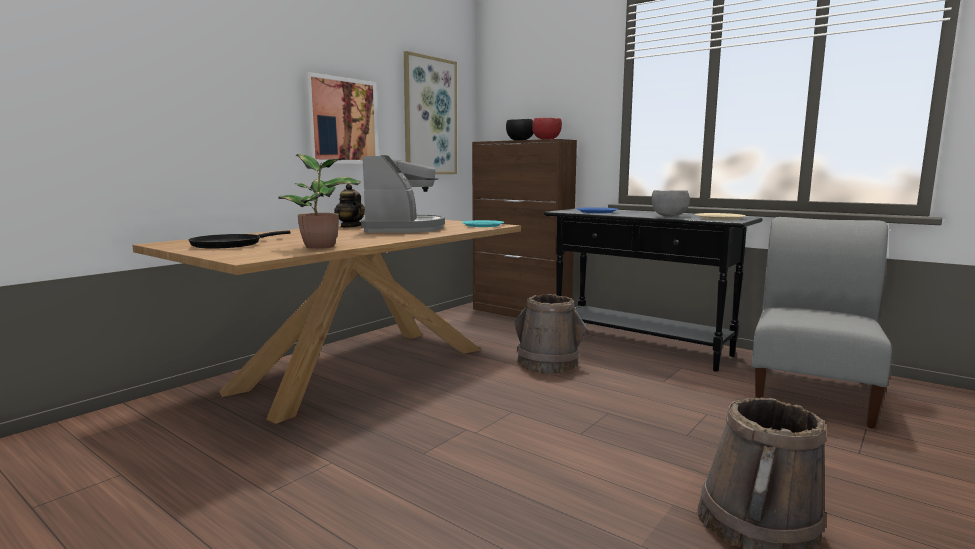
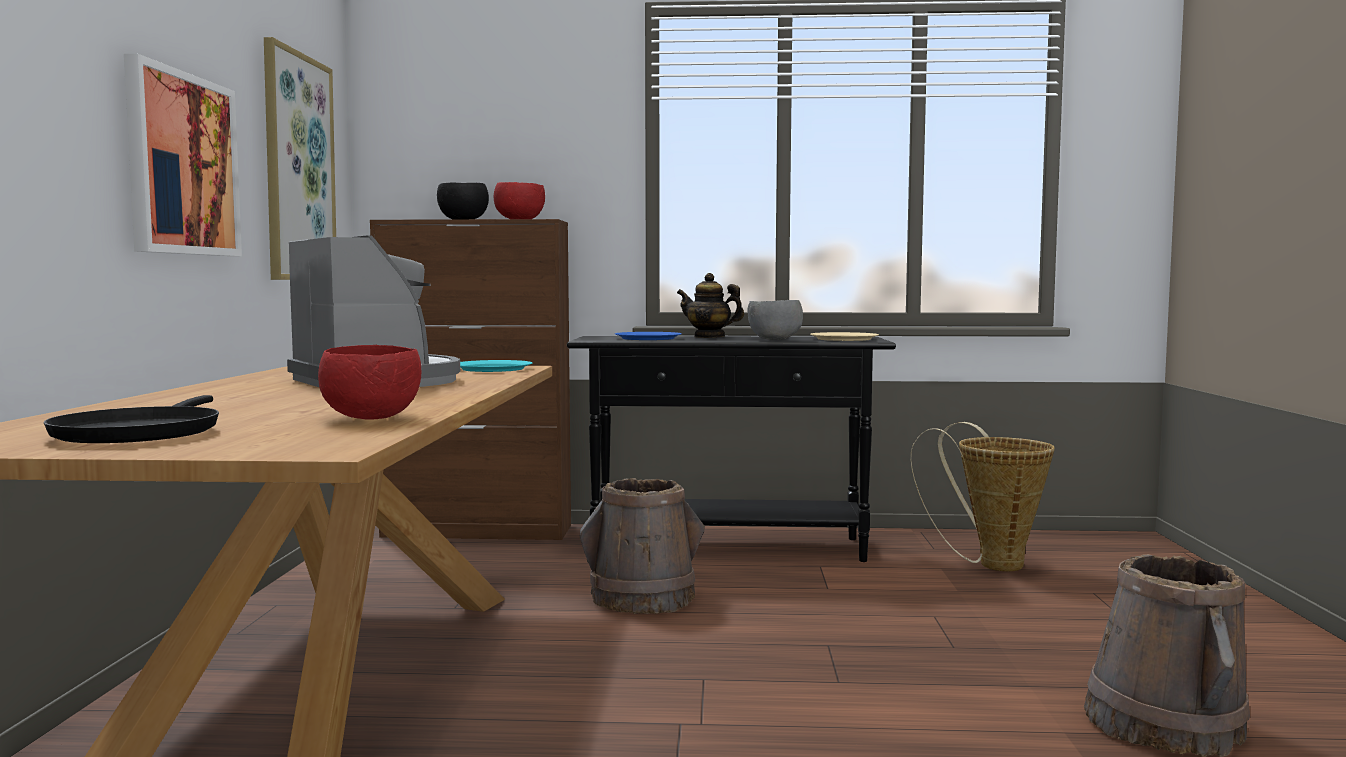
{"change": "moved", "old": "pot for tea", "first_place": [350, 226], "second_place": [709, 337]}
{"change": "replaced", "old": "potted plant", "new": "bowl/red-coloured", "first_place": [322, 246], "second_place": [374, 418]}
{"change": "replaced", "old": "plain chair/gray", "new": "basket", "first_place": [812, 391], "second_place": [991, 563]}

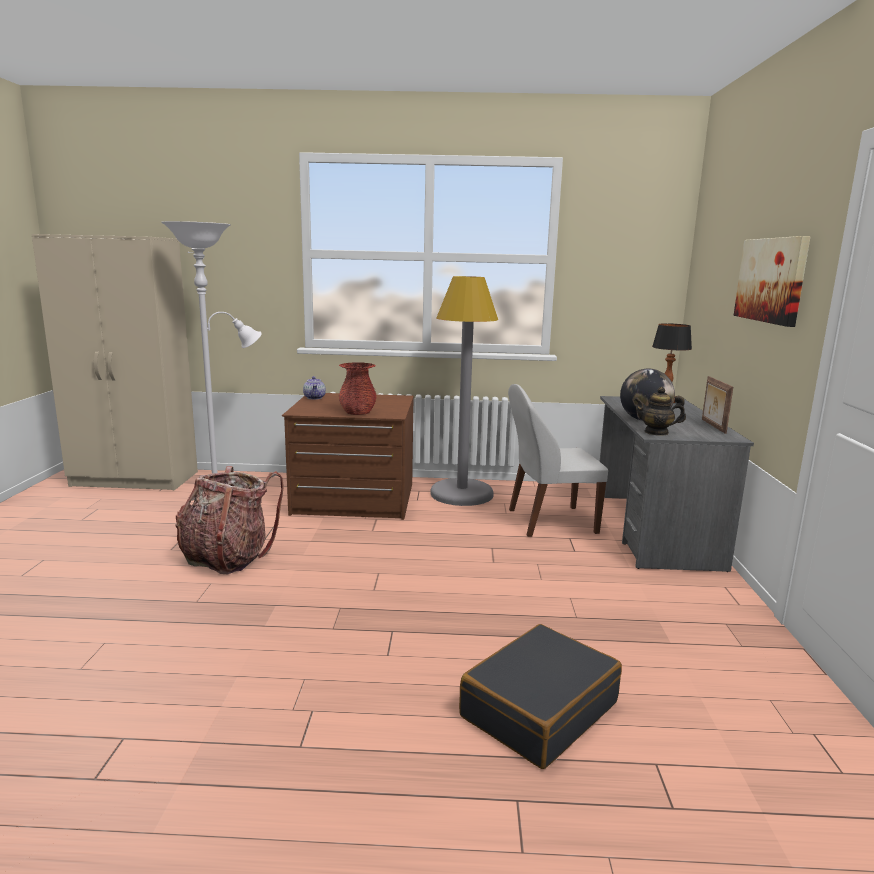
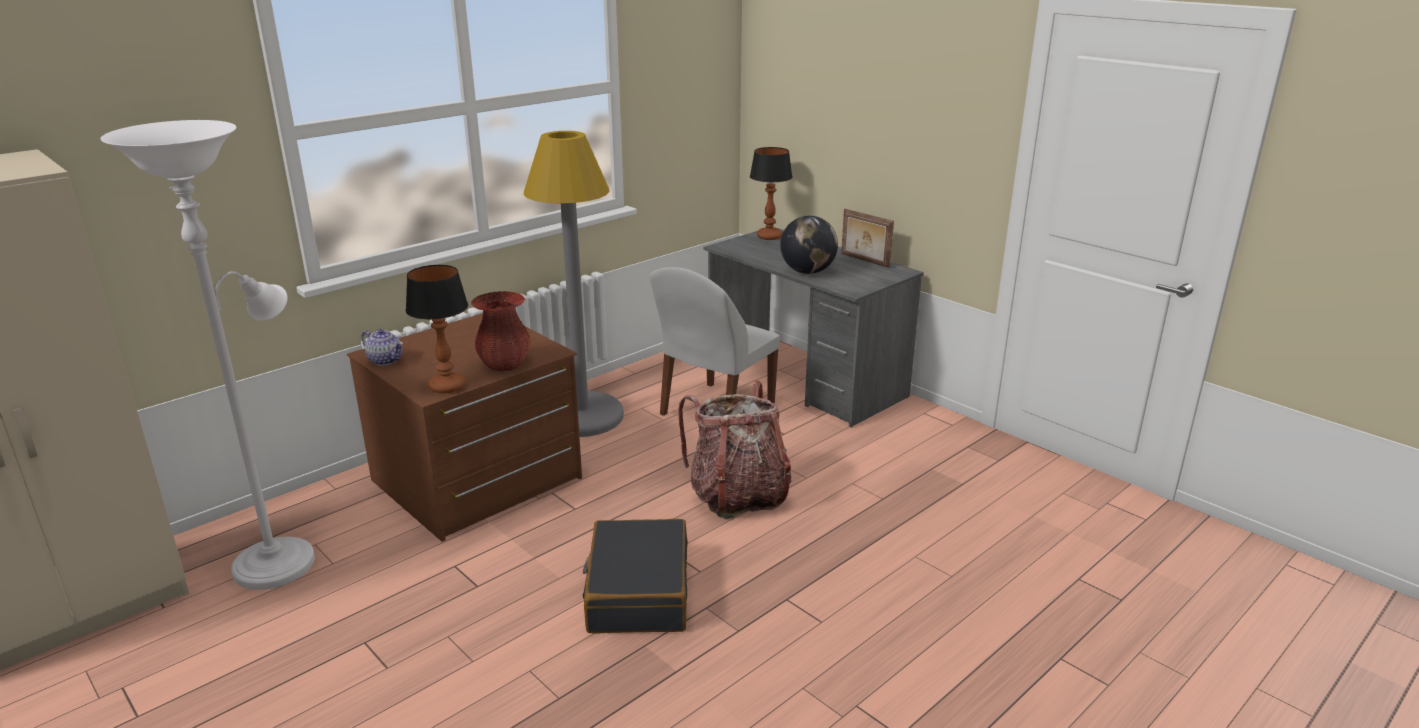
{"change": "removed", "old": "pot for tea", "first_place": [656, 432]}
{"change": "removed", "old": "wall picture", "first_place": [771, 280]}
{"change": "added", "new": "tabletop lamp", "second_place": [448, 387]}
{"change": "moved", "old": "rucksack", "first_place": [228, 558], "second_place": [738, 495]}
{"change": "moved", "old": "travel case/black", "first_place": [538, 709], "second_place": [637, 592]}

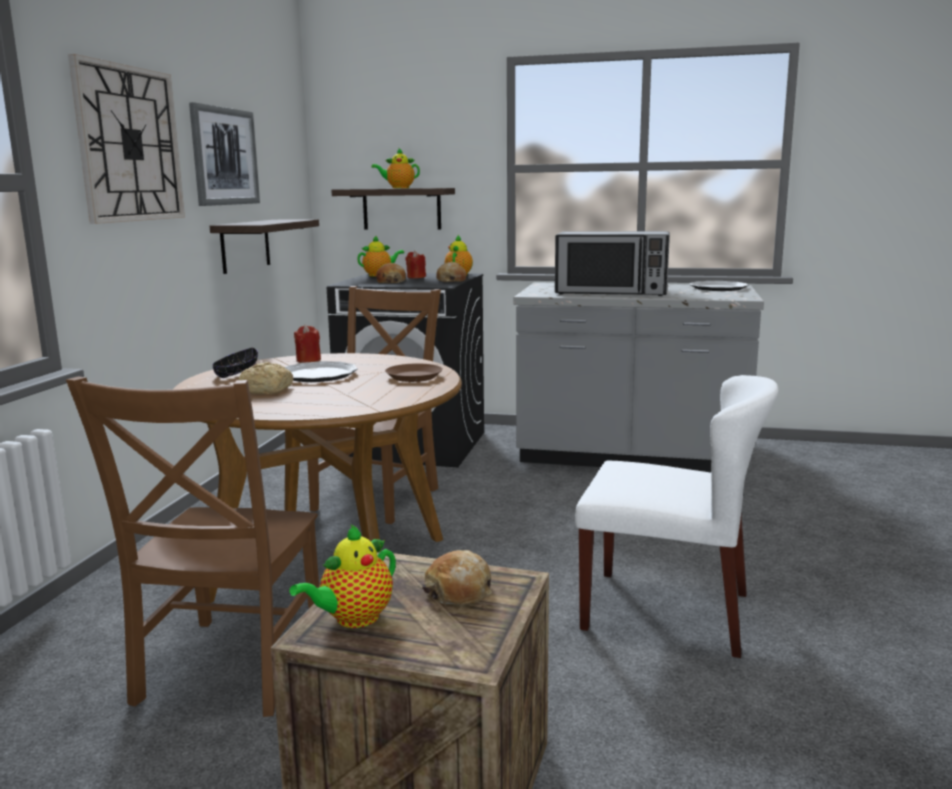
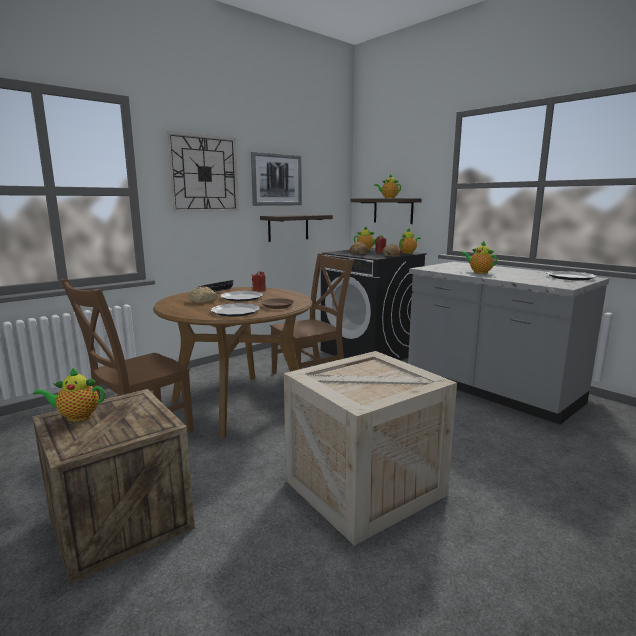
{"change": "removed", "old": "baked bread", "first_place": [459, 591]}
{"change": "added", "new": "plate", "second_place": [235, 312]}
{"change": "replaced", "old": "microwave oven", "new": "pot for tea", "first_place": [611, 292], "second_place": [479, 272]}
{"change": "replaced", "old": "plain chair/whitish", "new": "packing crate", "first_place": [667, 611], "second_place": [364, 489]}

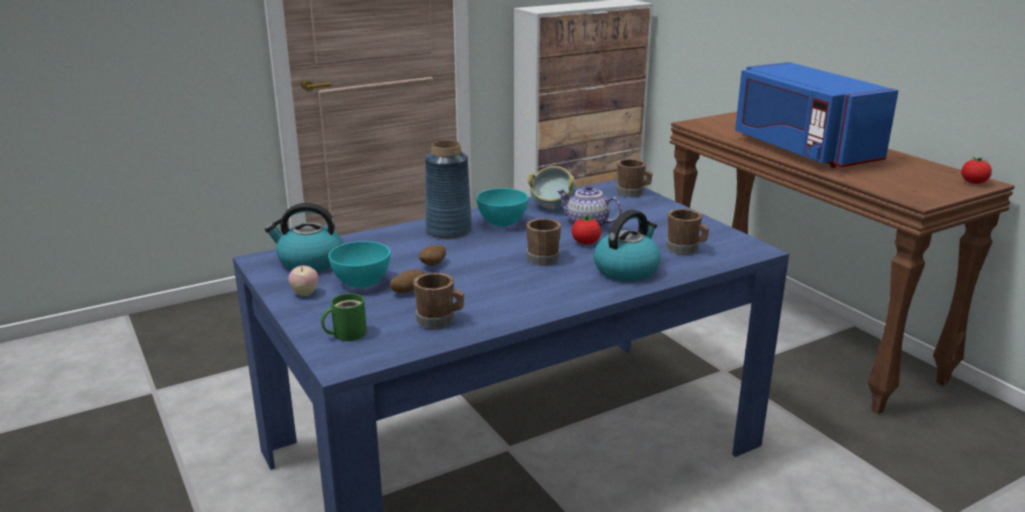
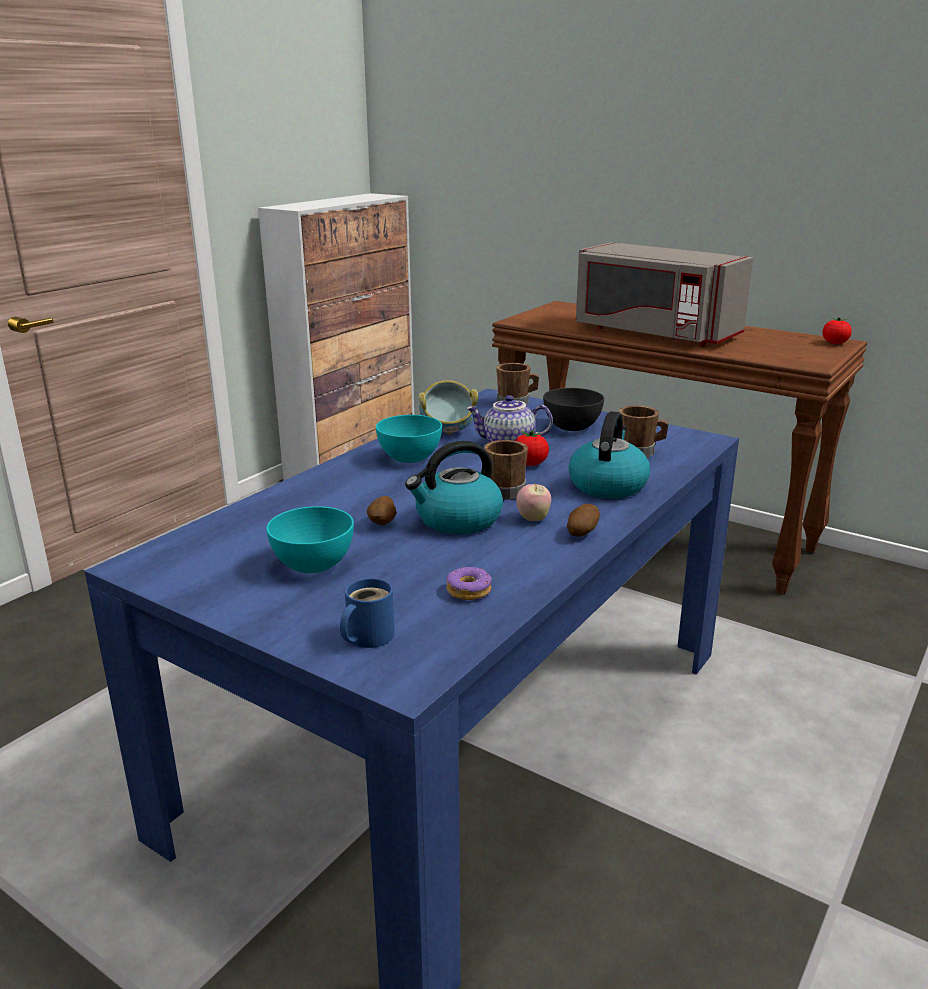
{"change": "removed", "old": "vase/bluish", "first_place": [448, 231]}
{"change": "added", "new": "bowl/gray", "second_place": [572, 427]}
{"change": "moved", "old": "tea kettle", "first_place": [309, 262], "second_place": [457, 520]}
{"change": "moved", "old": "whole apple", "first_place": [305, 294], "second_place": [533, 519]}
{"change": "moved", "old": "potato", "first_place": [408, 291], "second_place": [581, 533]}
{"change": "replaced", "old": "coffee mug/brown", "new": "ring doughnut", "first_place": [440, 321], "second_place": [469, 591]}
{"change": "recoloured", "old": "coffee mug/green", "new": "coffee mug/bluish", "first_place": [346, 333], "second_place": [366, 636]}
{"change": "recoloured", "old": "microwave oven/bluish", "new": "microwave oven/gray", "first_place": [802, 149], "second_place": [653, 333]}

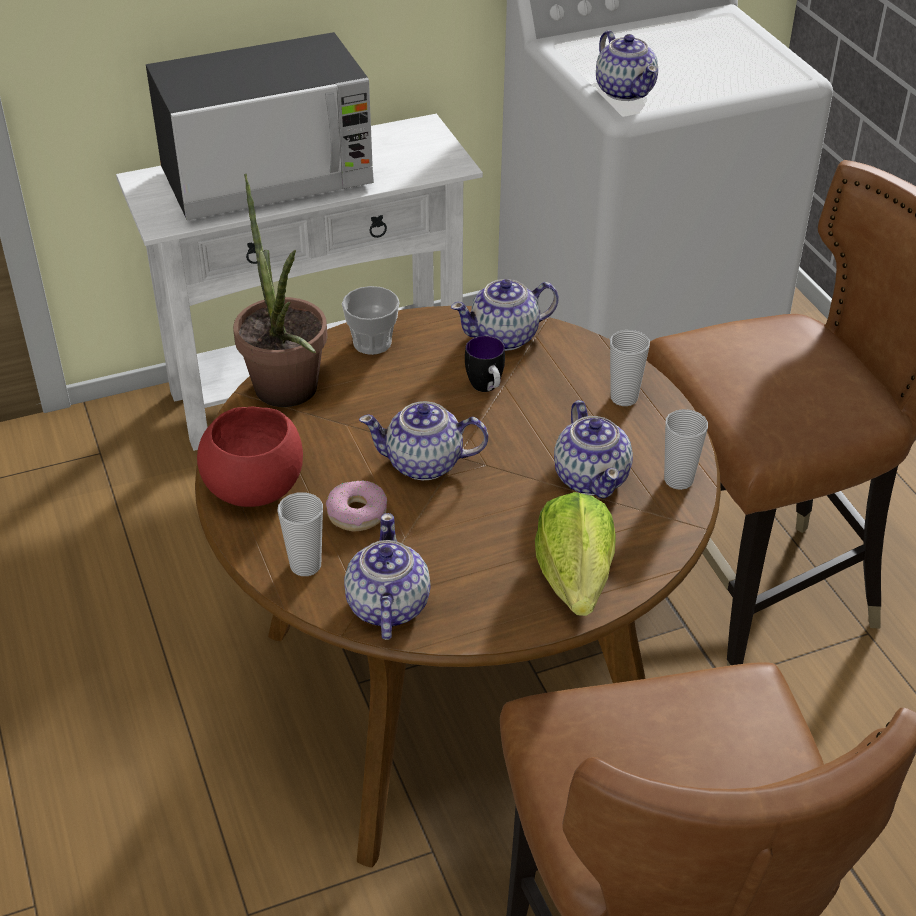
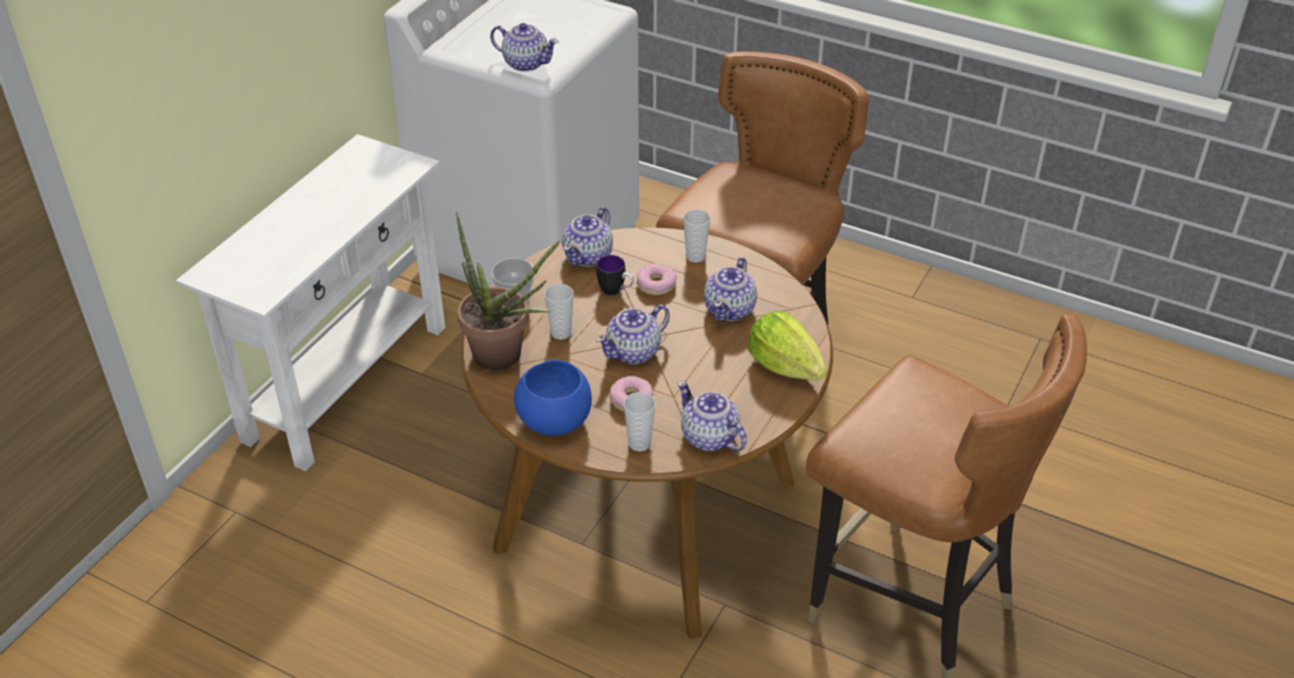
{"change": "removed", "old": "microwave oven", "first_place": [268, 178]}
{"change": "added", "new": "ring doughnut", "second_place": [656, 284]}
{"change": "moved", "old": "drinking cup", "first_place": [678, 480], "second_place": [561, 333]}
{"change": "recoloured", "old": "bowl/red-coloured", "new": "bowl/bluish", "first_place": [256, 487], "second_place": [555, 419]}
{"change": "turned", "old": "pot for tea", "first_place": [591, 477], "second_place": [730, 309], "degrees": 75}

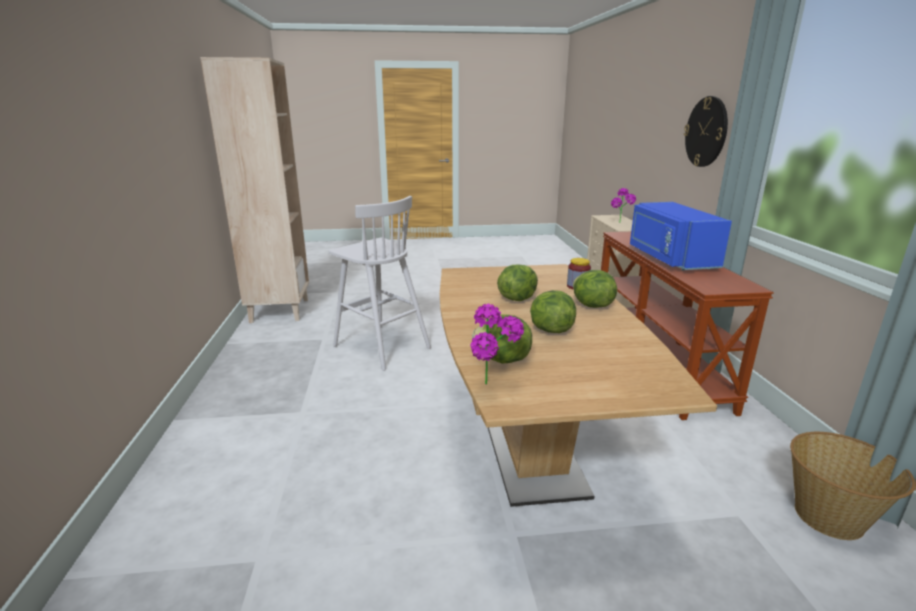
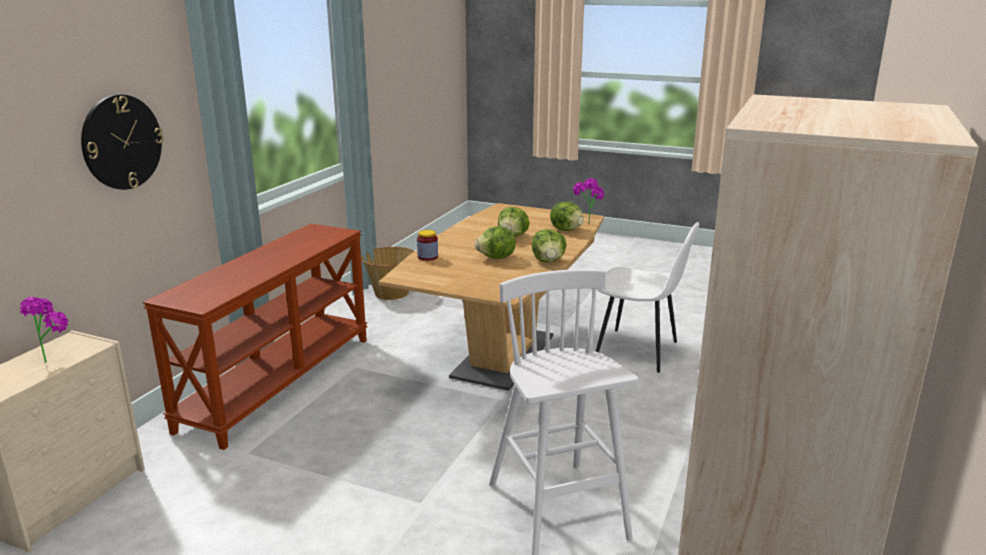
{"change": "removed", "old": "microwave oven/bluish", "first_place": [669, 258]}
{"change": "added", "new": "plain chair/whitish", "second_place": [638, 351]}
{"change": "moved", "old": "lettuce head", "first_place": [591, 306], "second_place": [548, 261]}

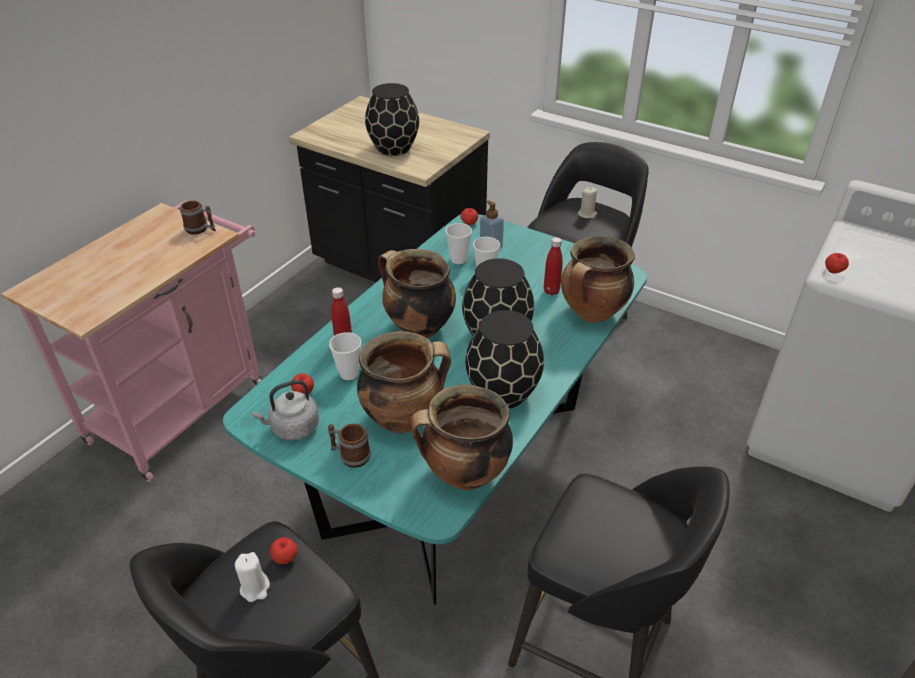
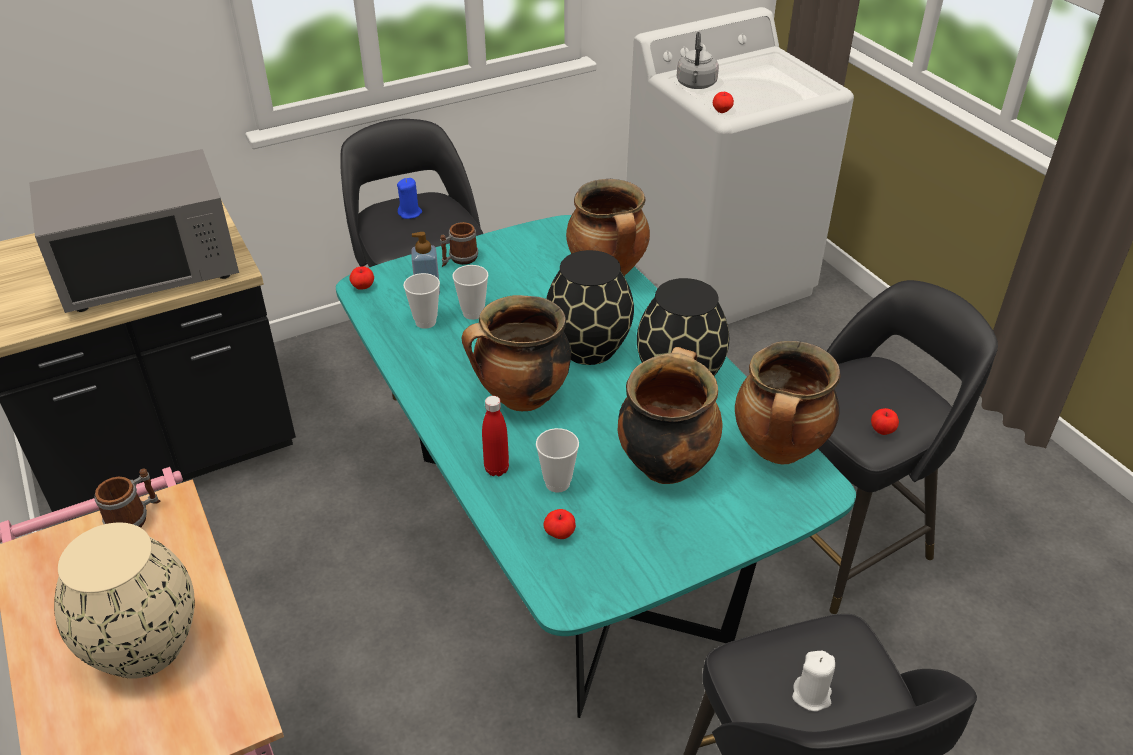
{"change": "removed", "old": "beverage bottle/red-coloured", "first_place": [551, 291]}
{"change": "added", "new": "vase/beige", "second_place": [144, 647]}
{"change": "moved", "old": "tea kettle/gray", "first_place": [292, 428], "second_place": [696, 85]}
{"change": "moved", "old": "whole apple", "first_place": [285, 558], "second_place": [882, 430]}
{"change": "moved", "old": "coffee mug", "first_place": [350, 455], "second_place": [459, 259]}
{"change": "replaced", "old": "vase/black", "new": "microwave oven/gray", "first_place": [394, 148], "second_place": [150, 271]}
{"change": "recoloured", "old": "wax light/beige", "new": "wax light/bluish", "first_place": [587, 214], "second_place": [410, 213]}

